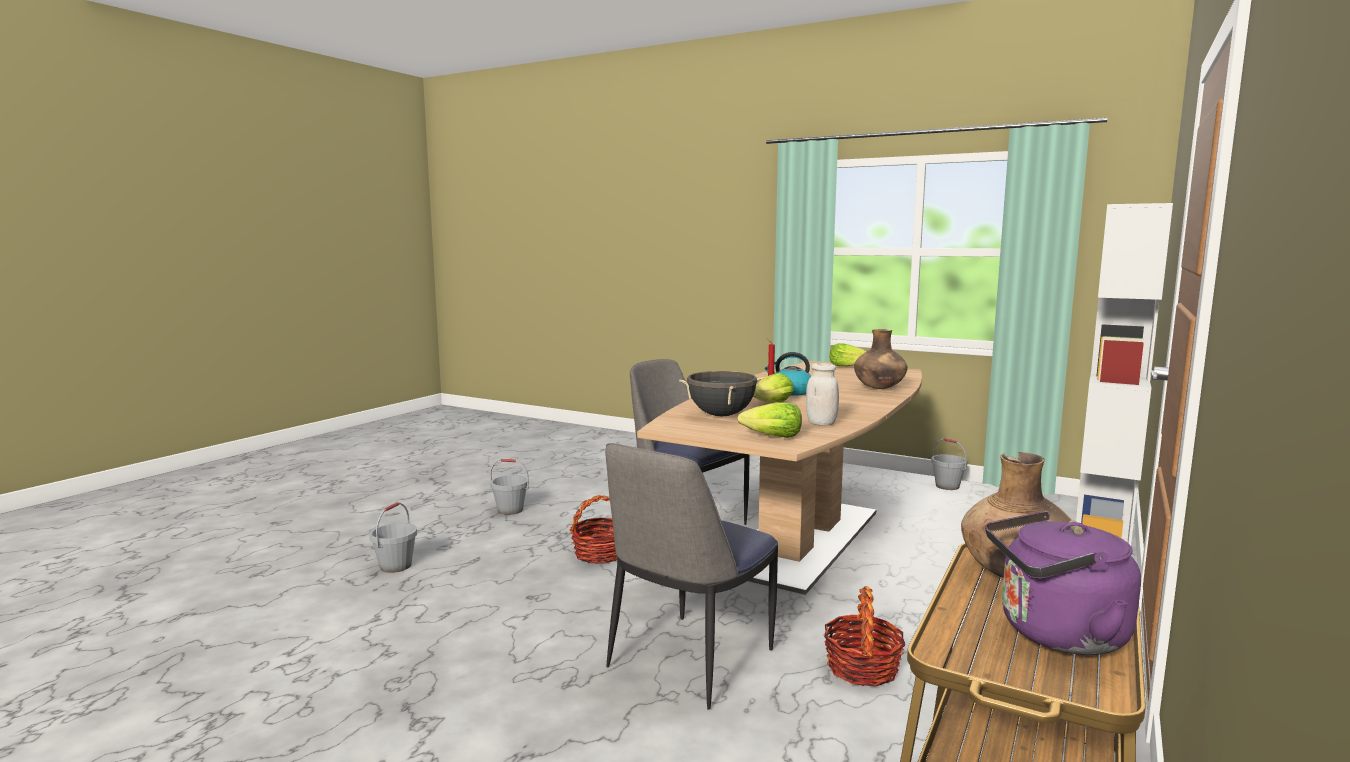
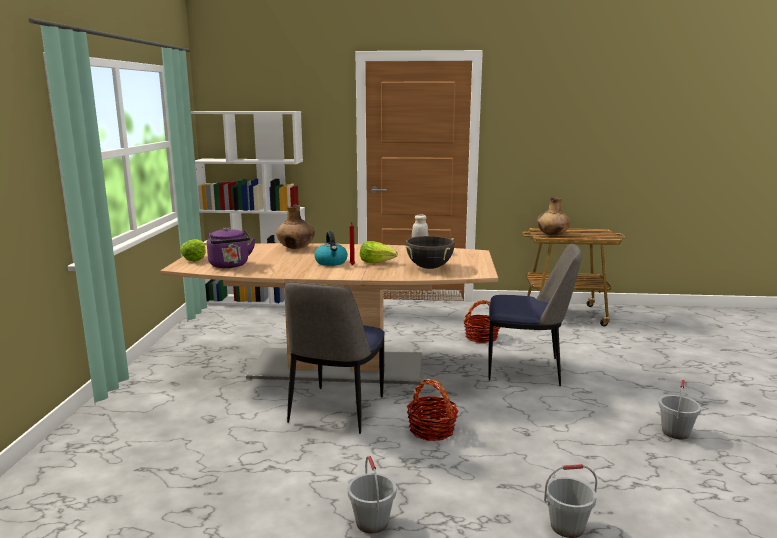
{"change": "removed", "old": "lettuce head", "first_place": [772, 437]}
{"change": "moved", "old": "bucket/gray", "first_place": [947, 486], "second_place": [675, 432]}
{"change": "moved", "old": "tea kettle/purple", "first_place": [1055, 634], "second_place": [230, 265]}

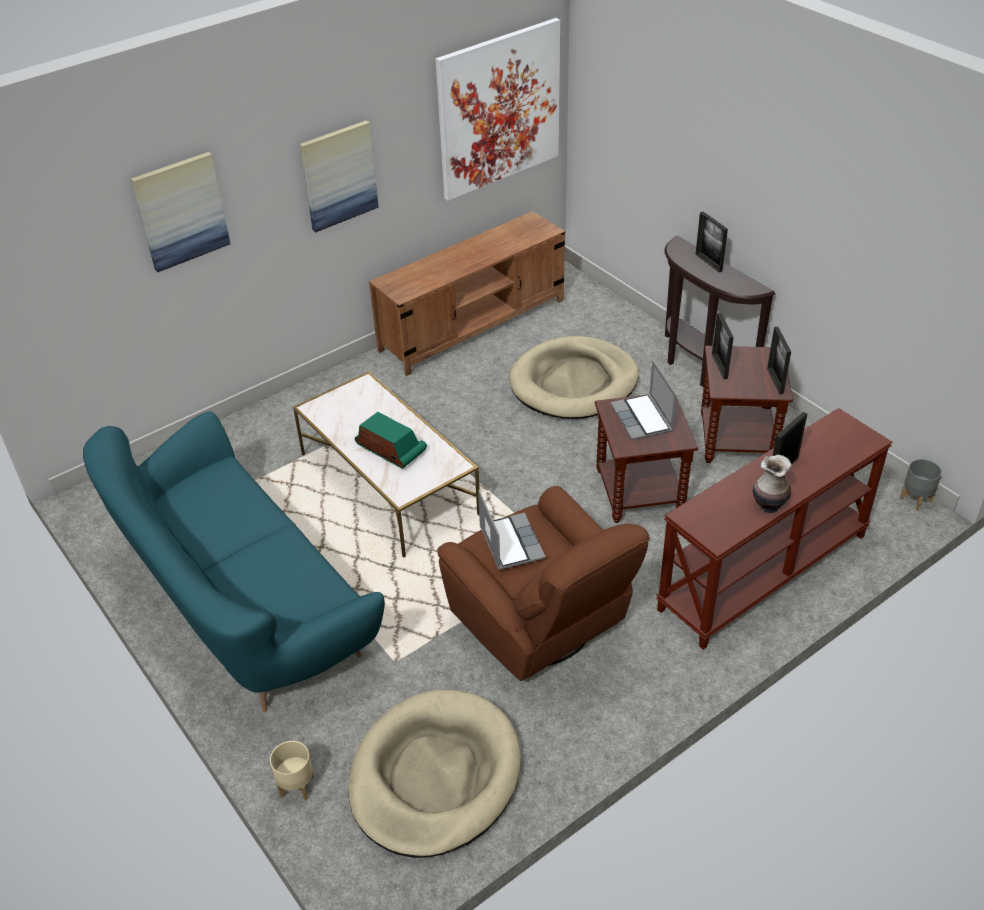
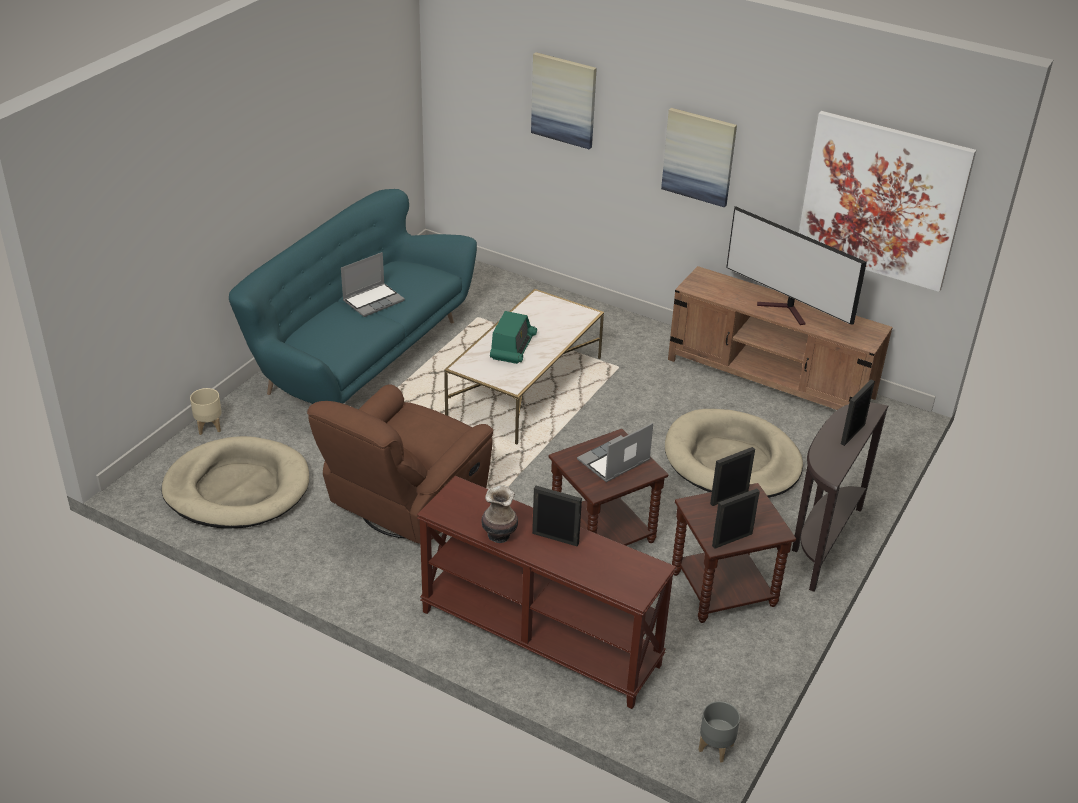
{"change": "added", "new": "TV set", "second_place": [787, 311]}
{"change": "moved", "old": "laptop", "first_place": [510, 542], "second_place": [373, 300]}

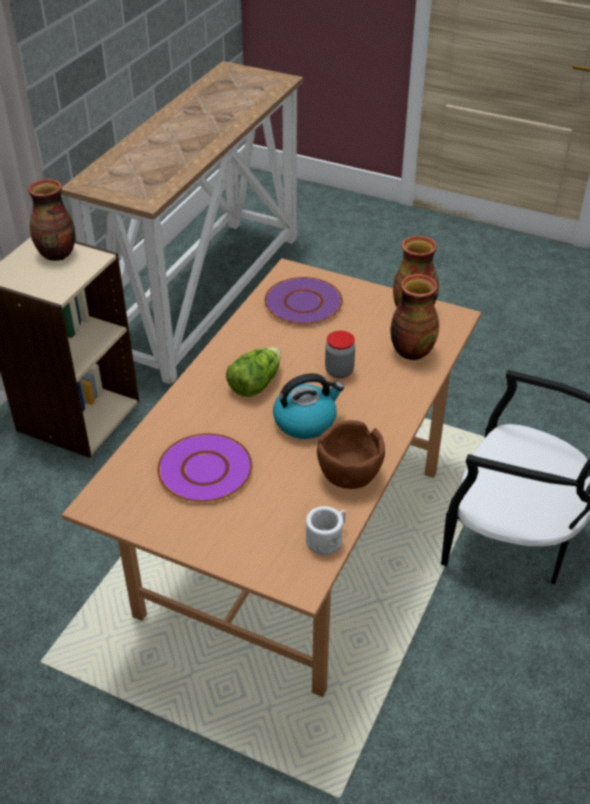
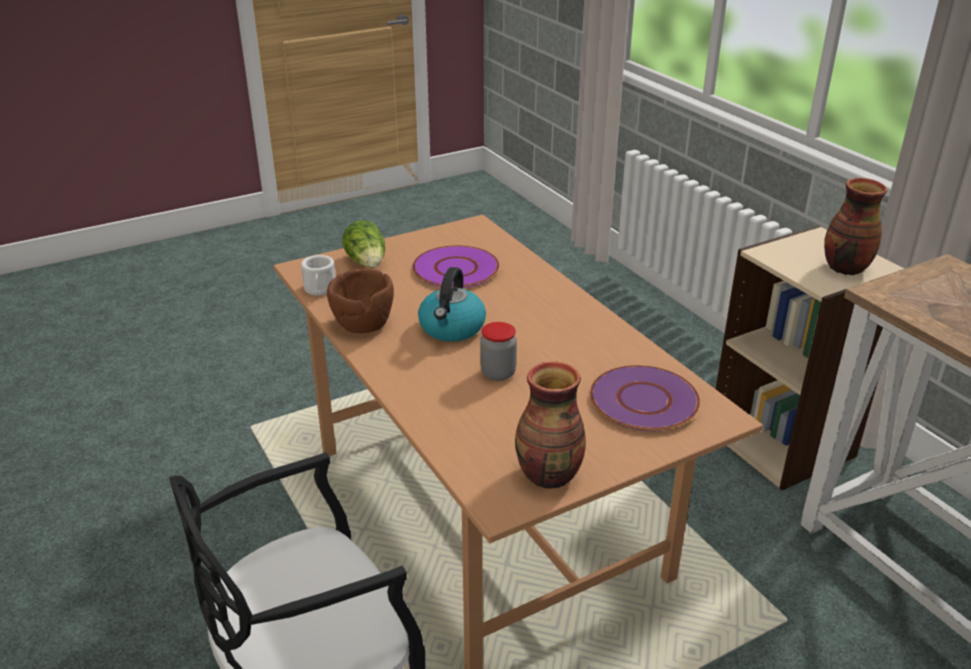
{"change": "removed", "old": "vase", "first_place": [411, 351]}
{"change": "moved", "old": "lettuce head", "first_place": [255, 383], "second_place": [367, 263]}

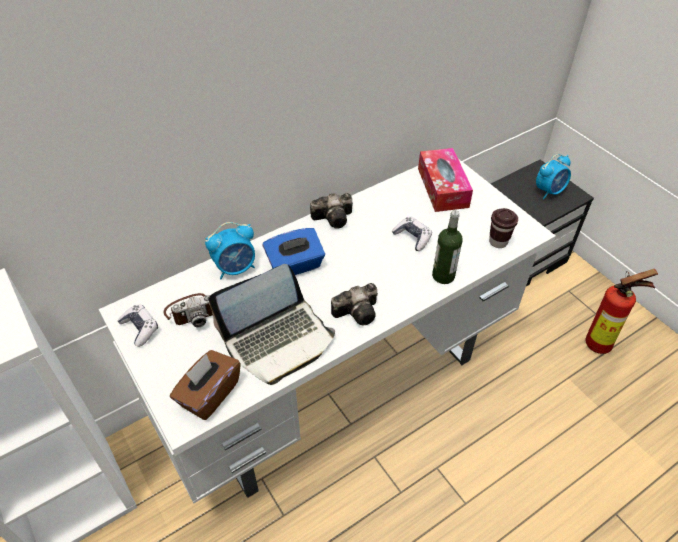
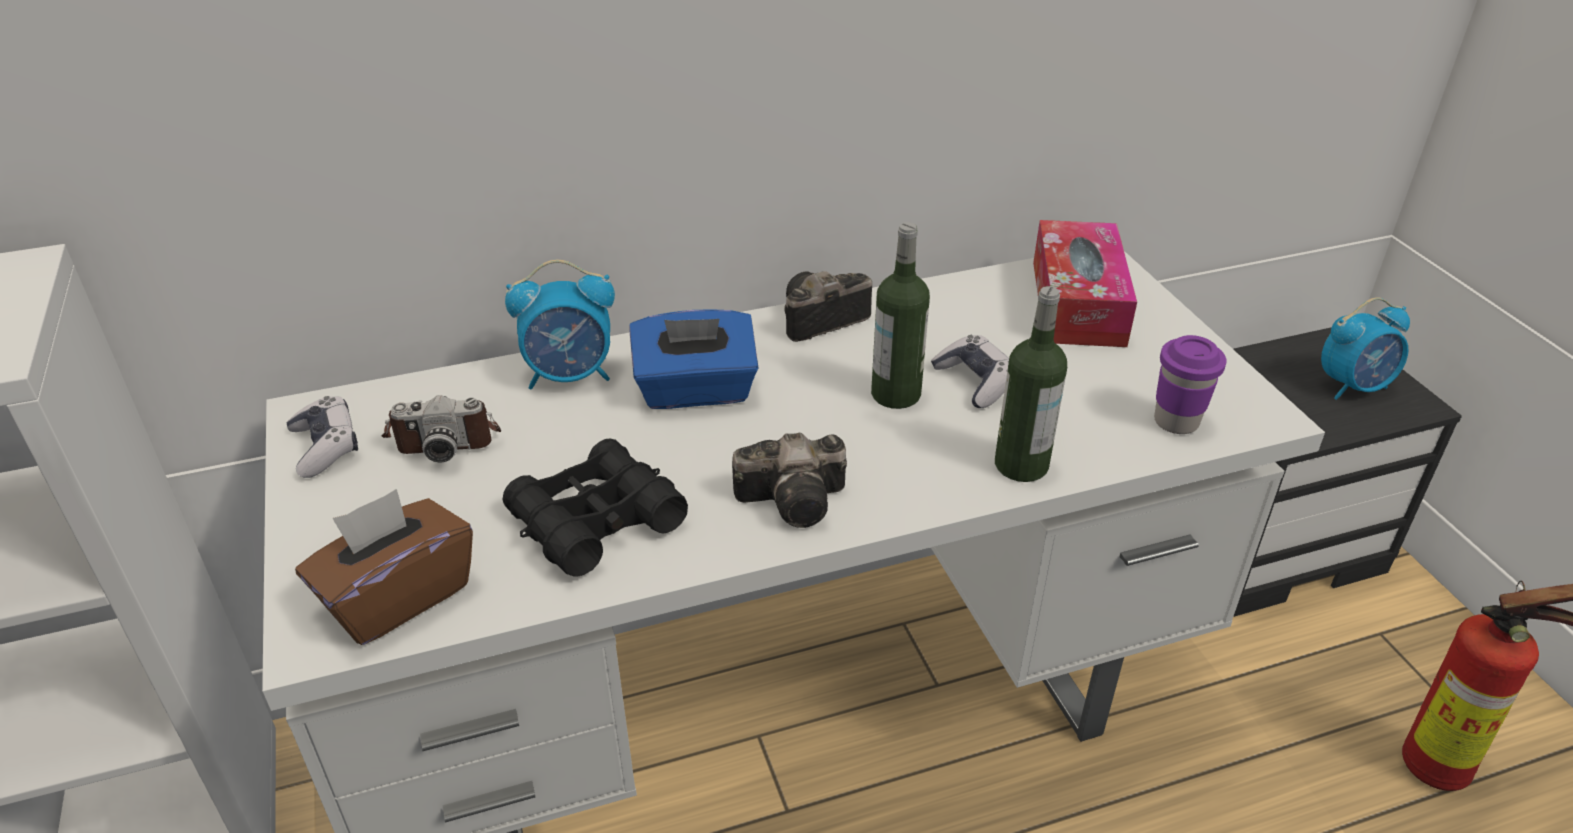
{"change": "added", "new": "beverage bottle", "second_place": [895, 394]}
{"change": "replaced", "old": "laptop", "new": "pair of binoculars/black", "first_place": [278, 340], "second_place": [596, 521]}
{"change": "recoloured", "old": "drinking cup/brown", "new": "drinking cup/purple", "first_place": [498, 242], "second_place": [1176, 421]}
{"change": "turned", "old": "photo camera", "first_place": [335, 218], "second_place": [818, 321], "degrees": 150}

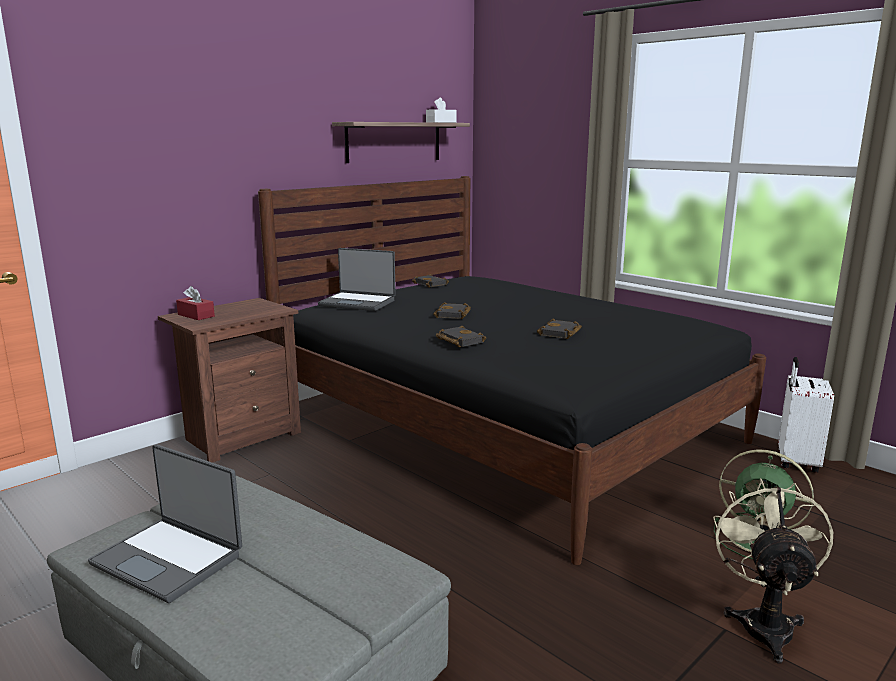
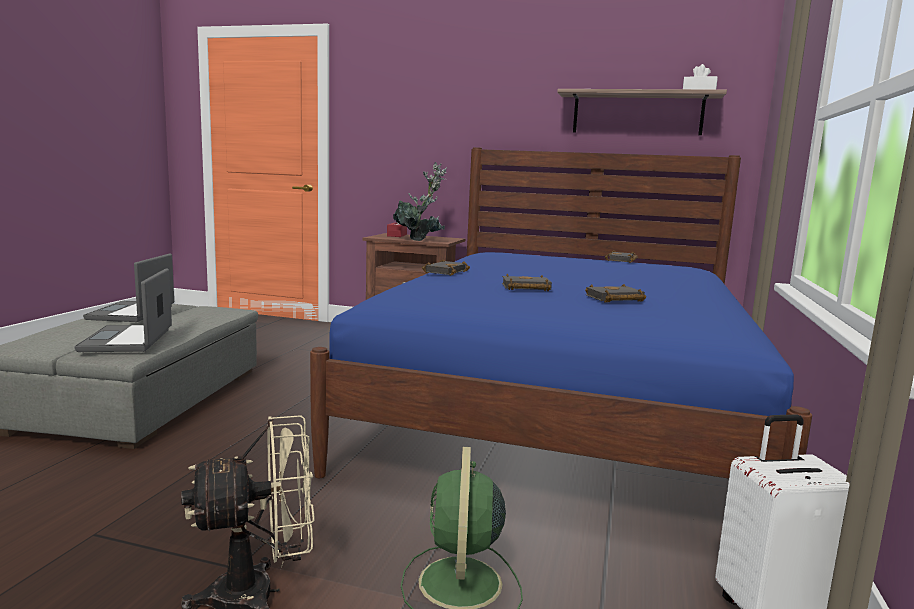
{"change": "added", "new": "potted plant", "second_place": [420, 240]}
{"change": "moved", "old": "laptop", "first_place": [358, 303], "second_place": [129, 340]}
{"change": "moved", "old": "book/black", "first_place": [453, 315], "second_place": [614, 299]}
{"change": "recoloured", "old": "bedroom bed/black", "new": "bedroom bed/bluish", "first_place": [503, 426], "second_place": [563, 408]}

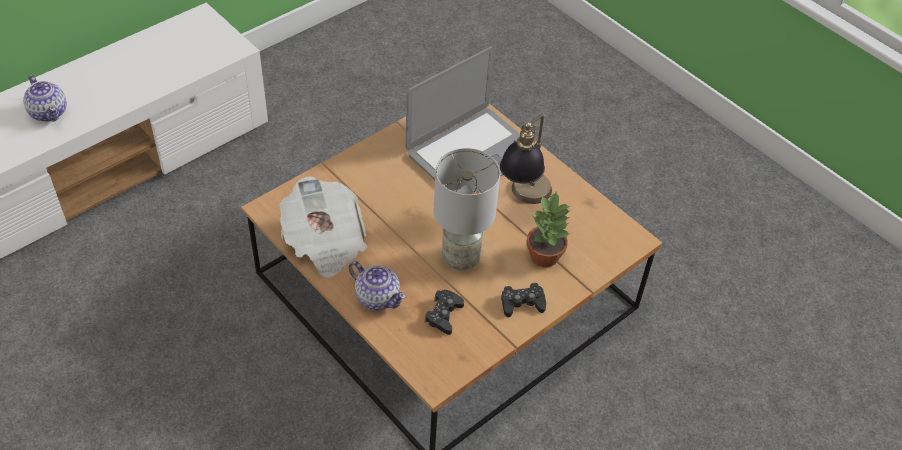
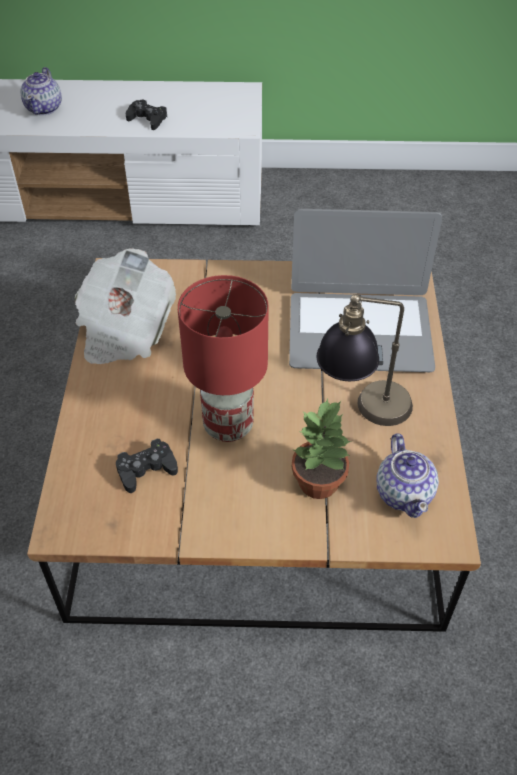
{"change": "moved", "old": "pot for tea", "first_place": [377, 297], "second_place": [404, 493]}
{"change": "moved", "old": "joypad/black", "first_place": [522, 303], "second_place": [147, 119]}
{"change": "recoloured", "old": "tabletop lamp/gray", "new": "tabletop lamp/red-coloured", "first_place": [461, 259], "second_place": [228, 427]}

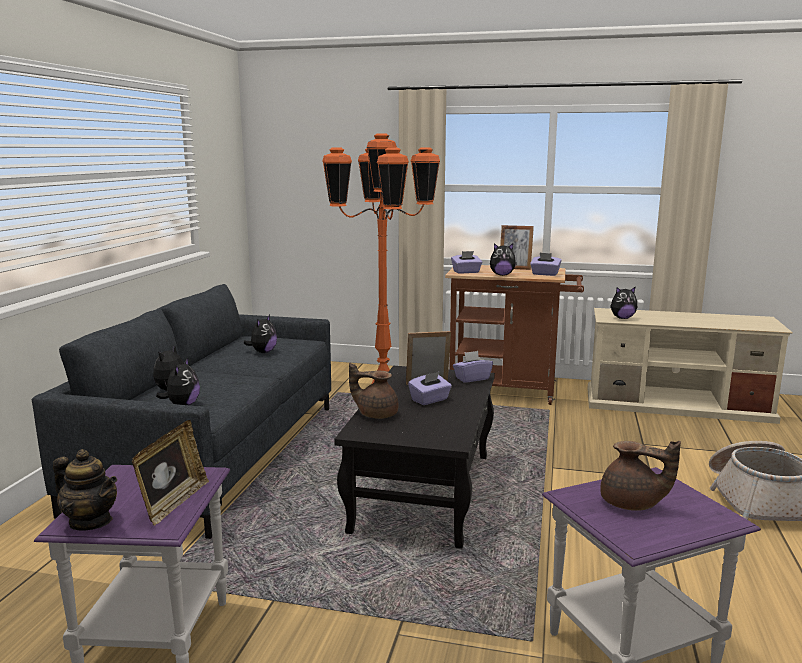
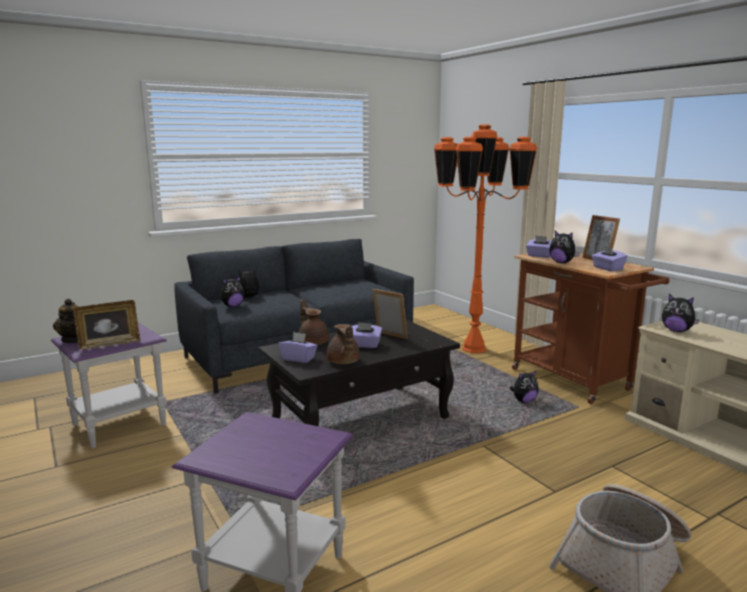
{"change": "moved", "old": "soft toy", "first_place": [263, 352], "second_place": [524, 401]}
{"change": "moved", "old": "tissue holder/purple", "first_place": [472, 378], "second_place": [298, 359]}
{"change": "moved", "old": "pot for tea/brown", "first_place": [631, 504], "second_place": [343, 362]}

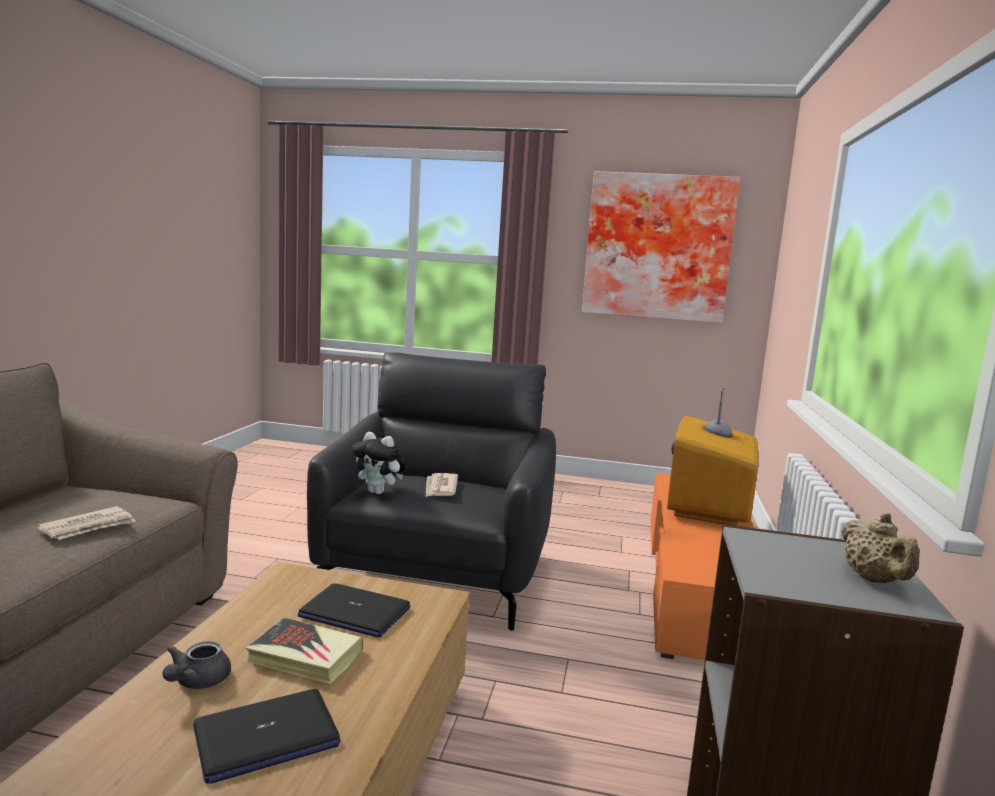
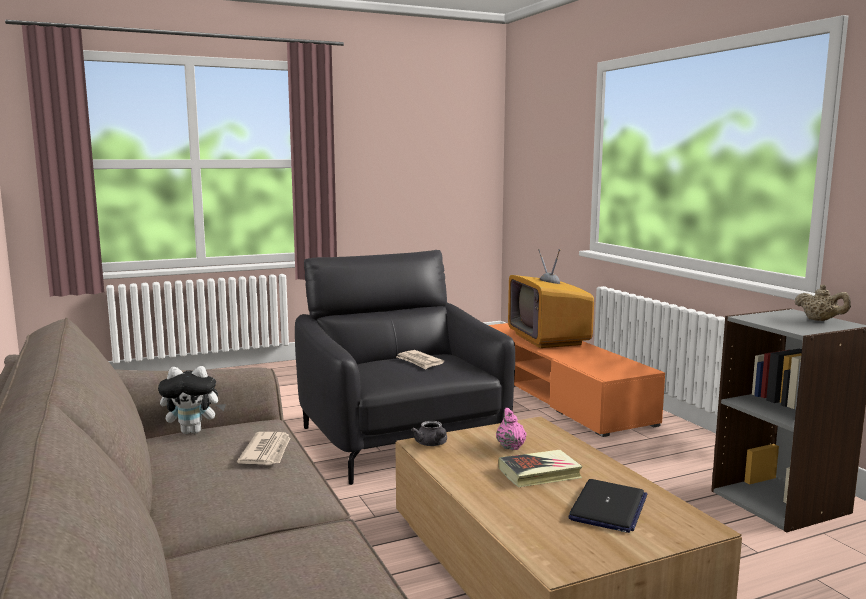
{"change": "removed", "old": "wall picture", "first_place": [657, 247]}
{"change": "moved", "old": "pot for tea/gray", "first_place": [196, 682], "second_place": [432, 444]}
{"change": "moved", "old": "soft toy", "first_place": [379, 492], "second_place": [193, 431]}
{"change": "replaced", "old": "laptop", "new": "pot for tea/pink-coloured", "first_place": [354, 612], "second_place": [510, 446]}

